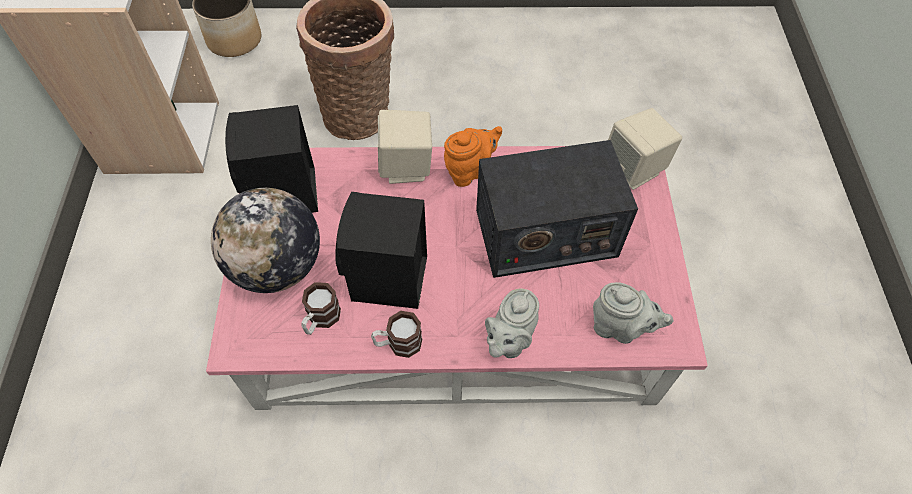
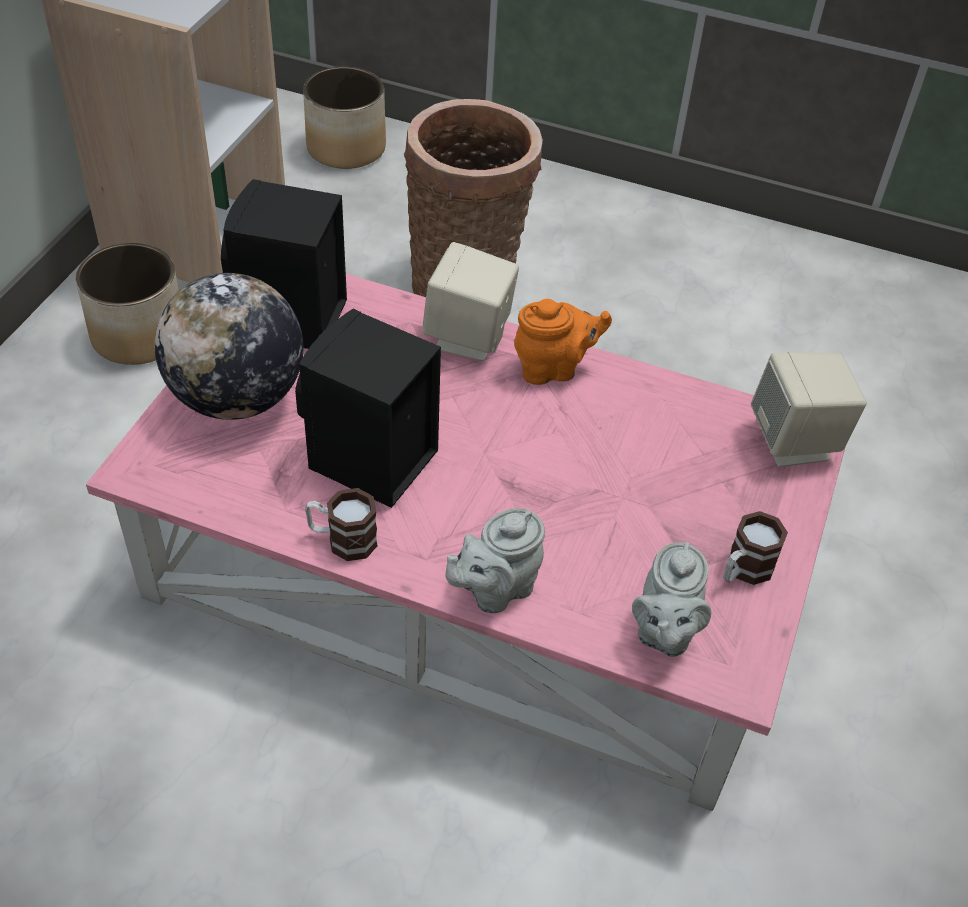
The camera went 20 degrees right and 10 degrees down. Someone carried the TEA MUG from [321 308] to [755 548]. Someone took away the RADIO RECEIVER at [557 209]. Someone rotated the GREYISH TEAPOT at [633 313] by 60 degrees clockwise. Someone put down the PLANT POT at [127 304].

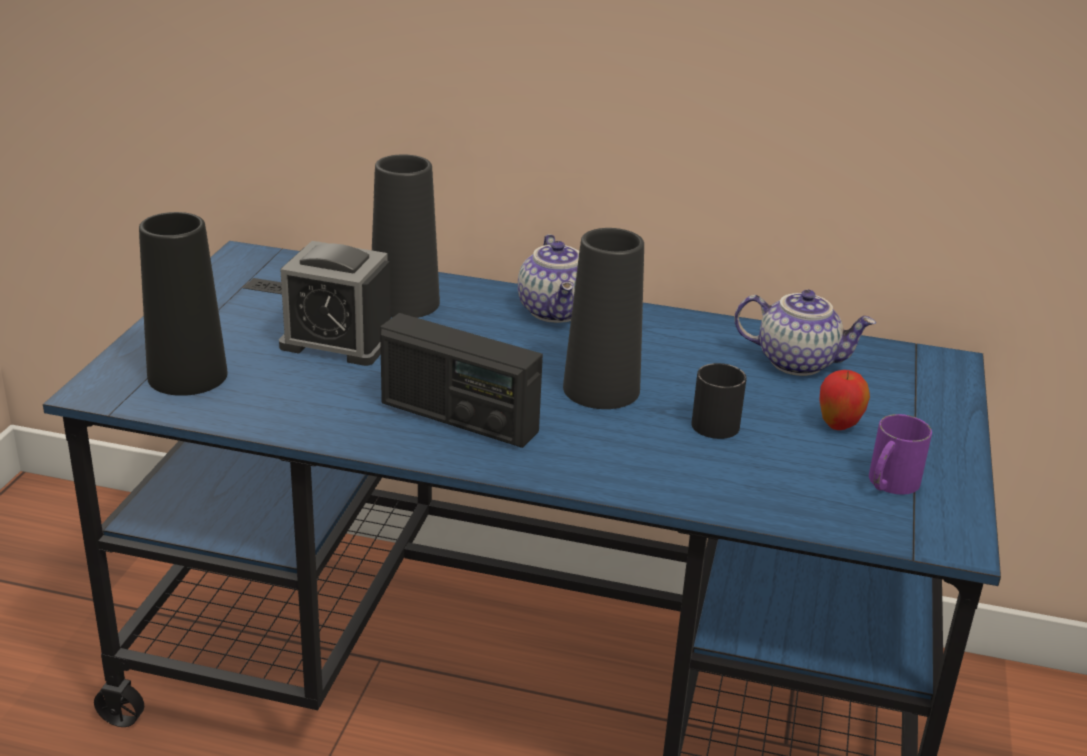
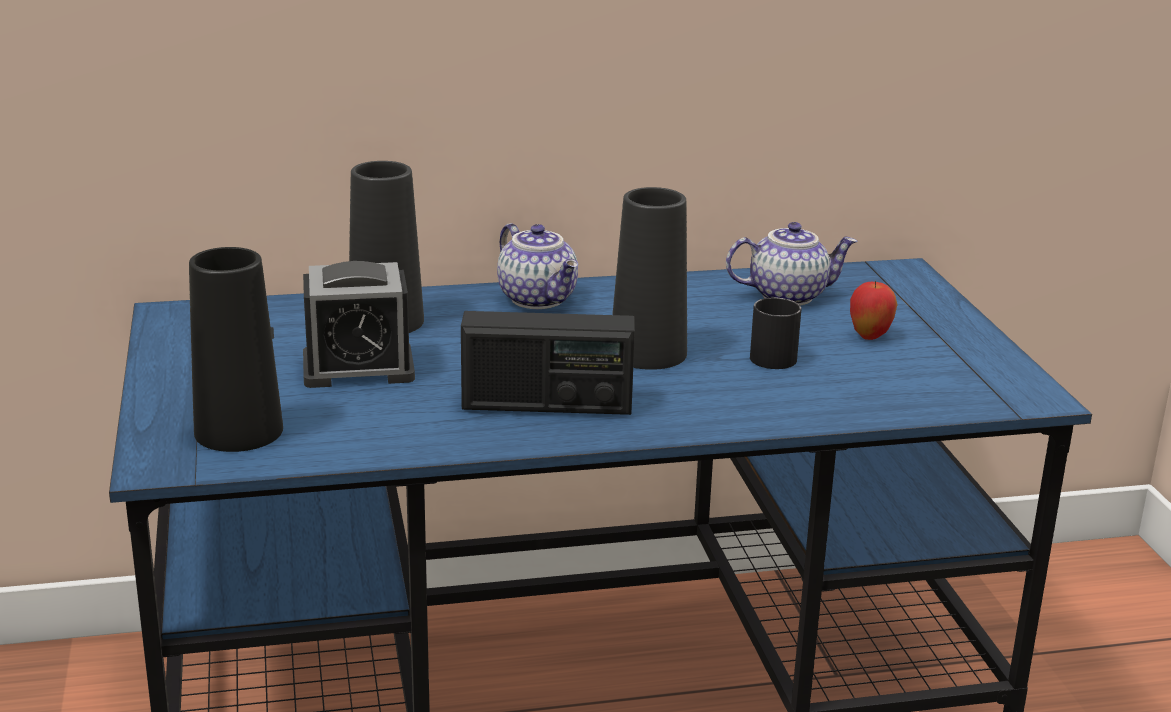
The camera went 25 degrees left and 5 degrees down. Someone took away the PURPLE TEA MUG at [900 454].

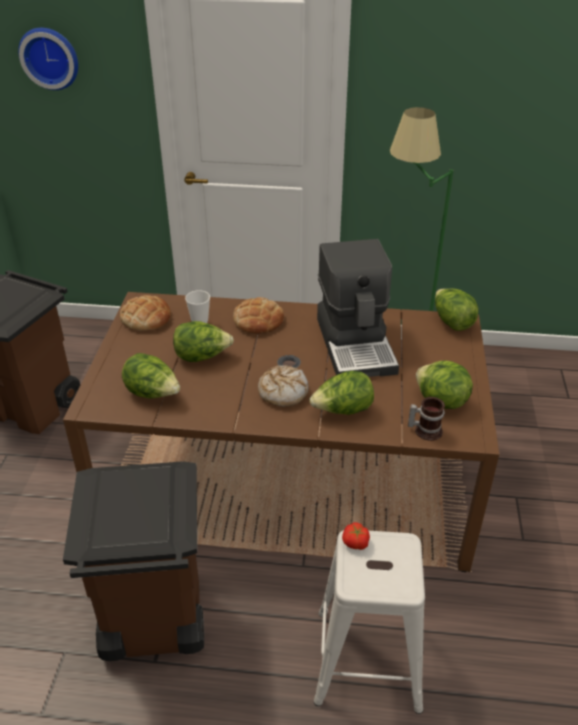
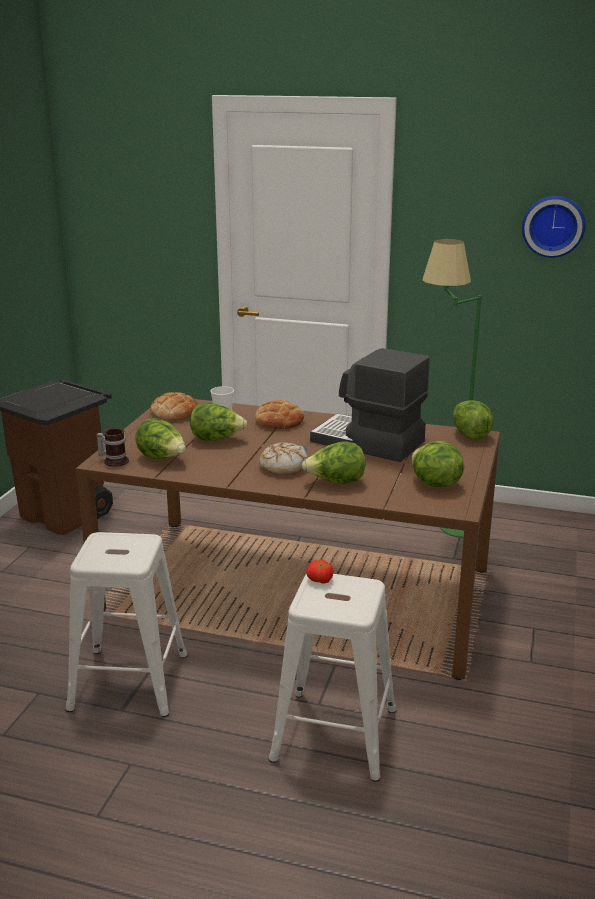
The camera went 10 degrees right and 15 degrees down. Someone carried the WALL CLOCK from [48 59] to [554 227]. Someone swapped the BROWNISH WASTE BIN at [133 561] for the WHITE-COLOURED STOOL SEAT at [127 624]. Someone rotated the COFFEE MACHINE at [358 308] by 120 degrees clockwise. Someone carried the TEA MUG from [426 419] to [112 447].

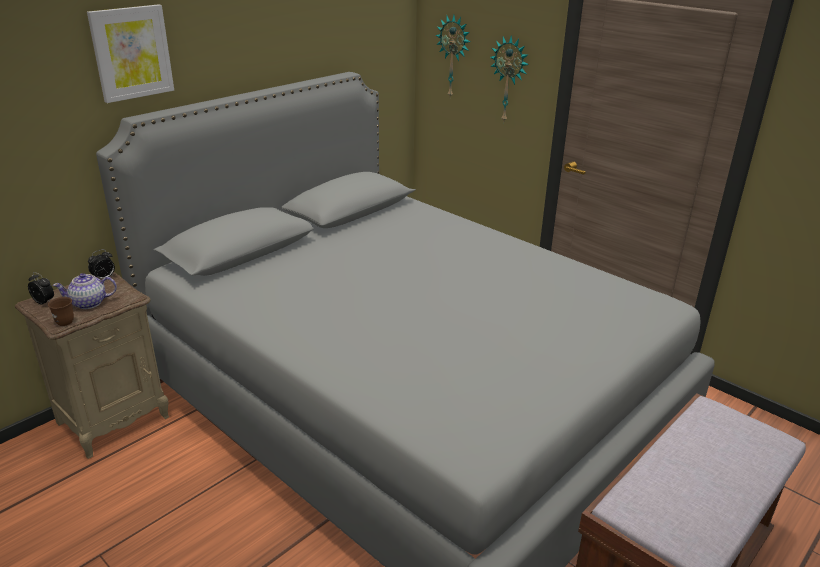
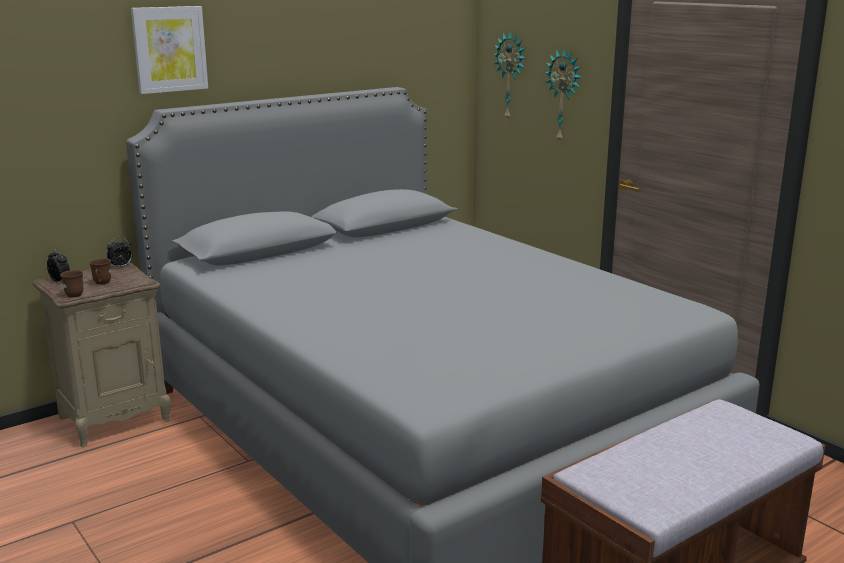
The camera went 10 degrees right and 10 degrees down. Someone swapped the TEAPOT at [85 291] for the BROWNISH TEA MUG at [100 271].

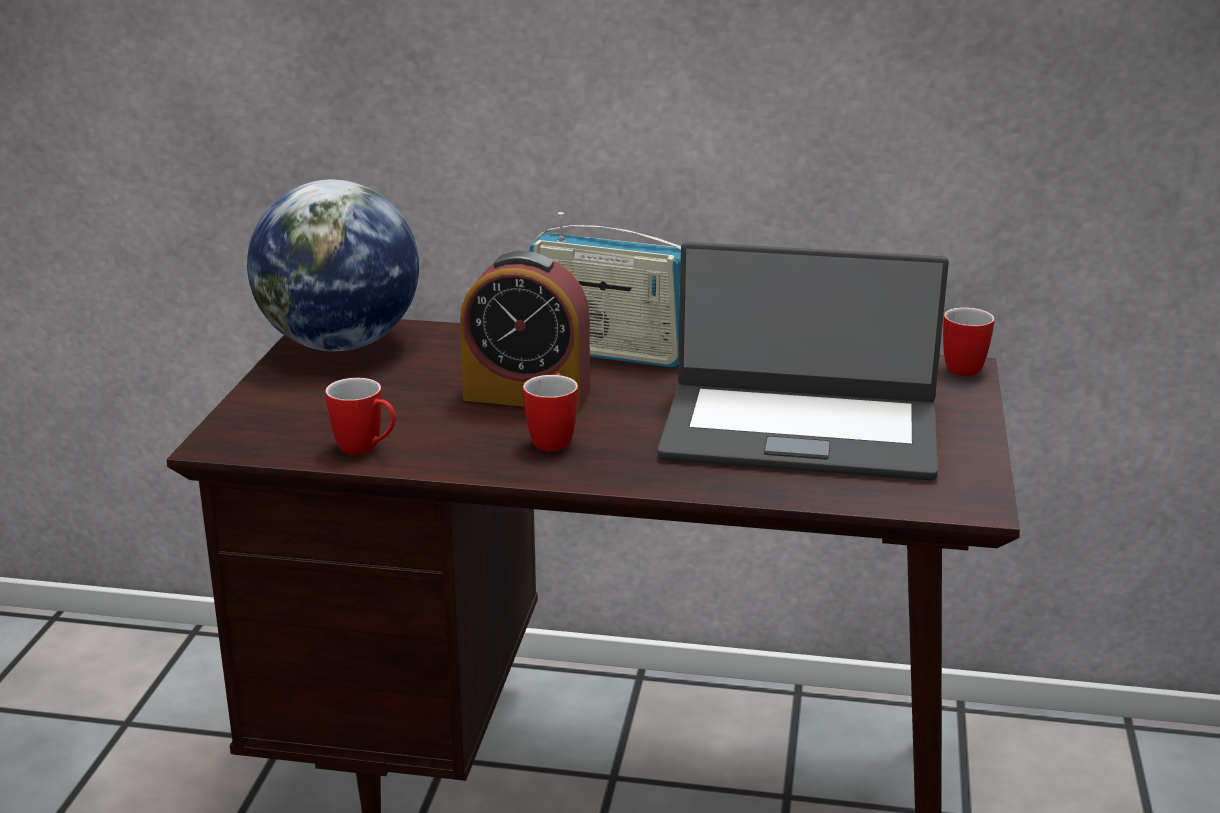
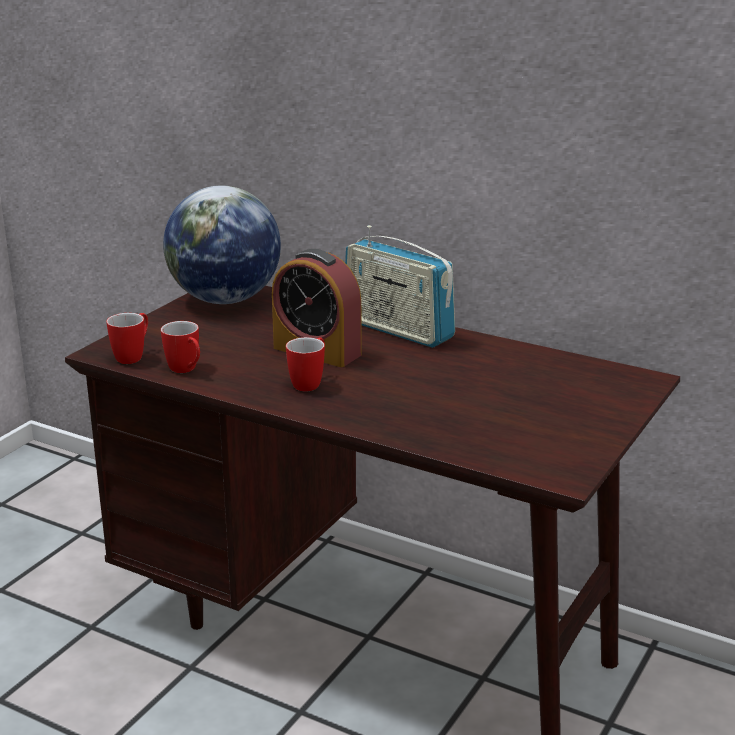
The camera went 20 degrees right and 0 degrees up. Someone took away the NOTEBOOK COMPUTER at [803 361]. Someone carried the TEA MUG from [969 341] to [127 338].

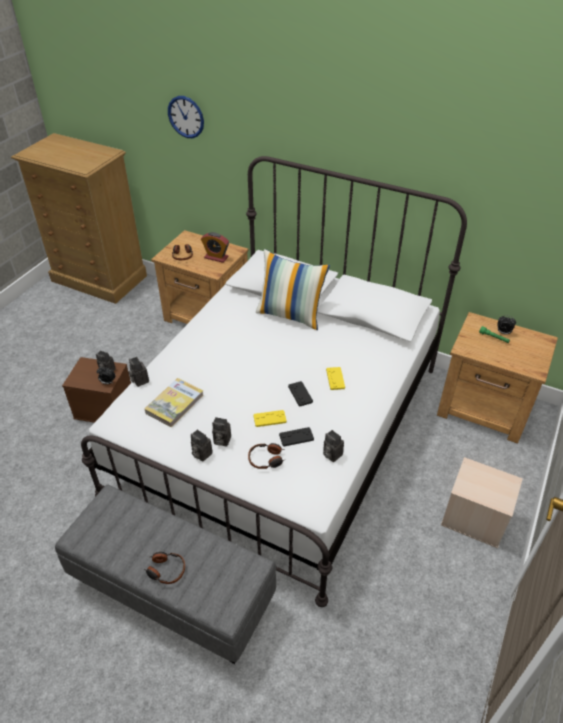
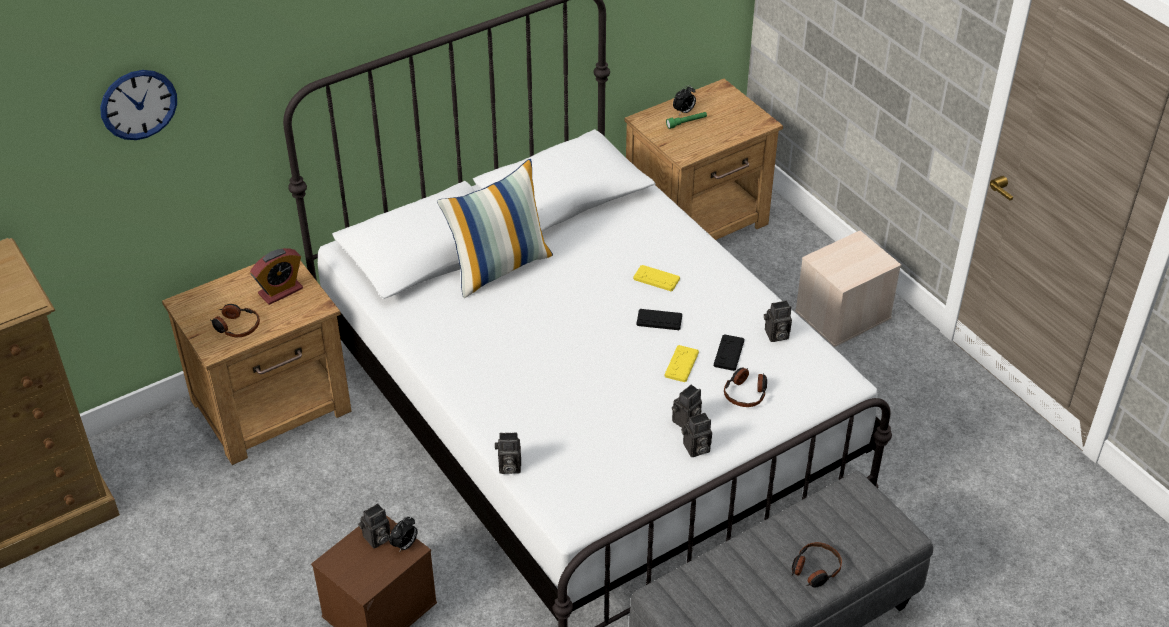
The camera went 60 degrees left and 0 degrees up. Someone took away the BOOK at [174 402].

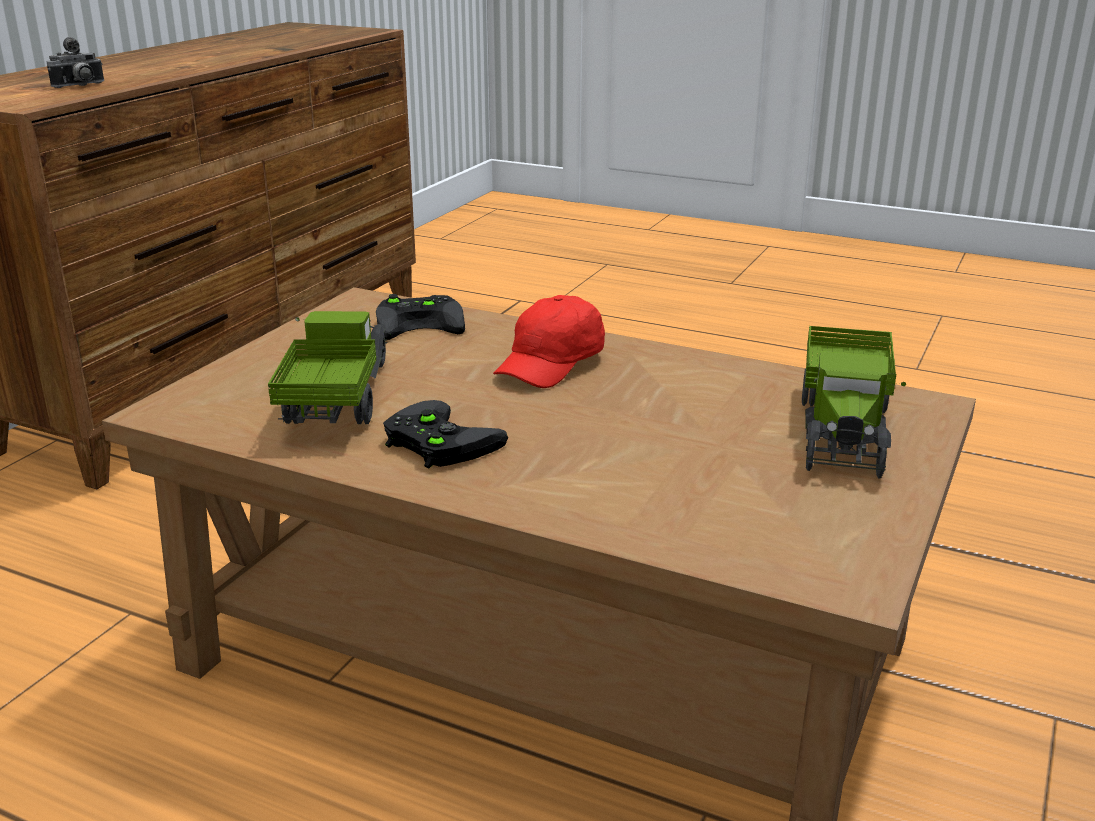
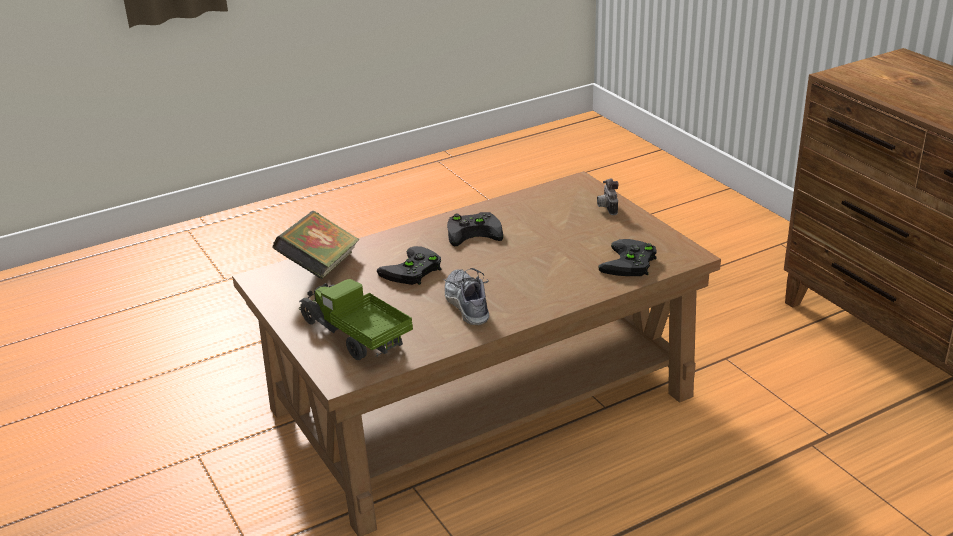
The camera went 125 degrees right and 5 degrees up. Someone carried the PHOTO CAMERA from [75 62] to [608 197]. Someone took away the TOY LORRY at [327 367]. Someone took away the REDDISH PEAKED CAP at [549 341]. Someone put down the BOOK at [316 245]. Someone put down the BLACKISH JOYPAD at [409 265]. Someone put down the ITEM OF FOOTWEAR at [466 296].

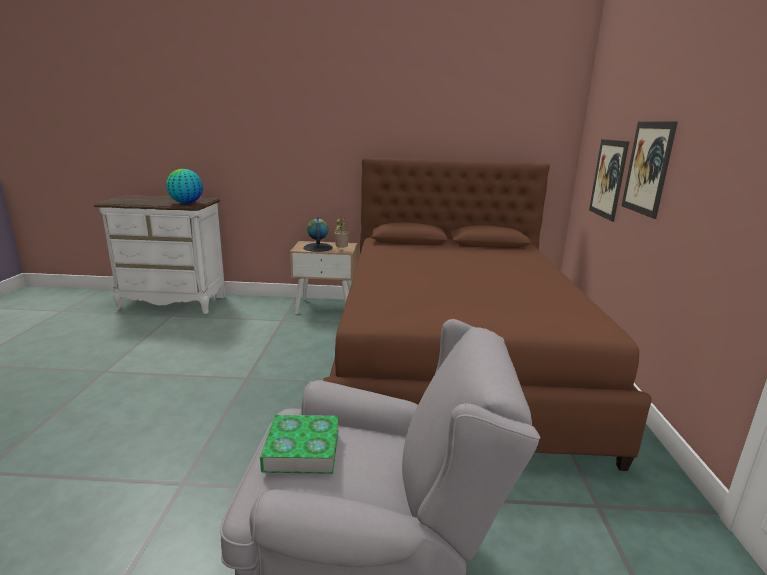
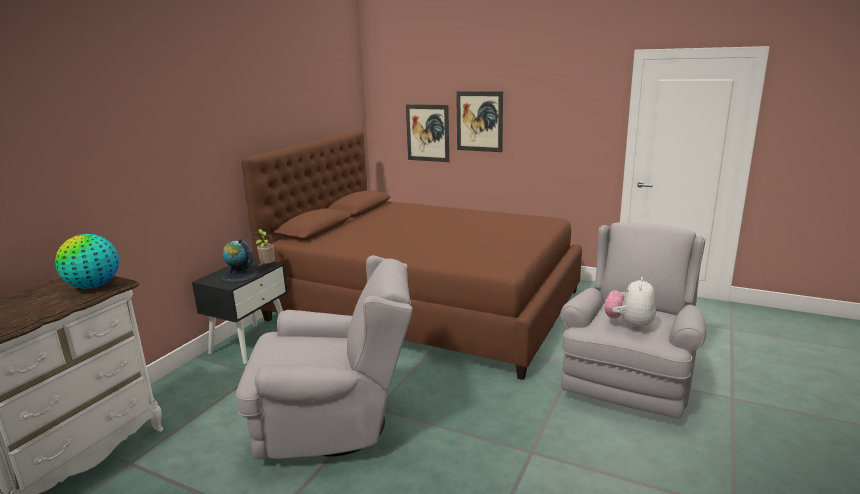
The camera went 65 degrees left and 0 degrees up. Someone swapped the BOOK at [299 444] for the CUDDLY TOY at [630 303]. Someone repainted the BEIGE NIGHT TABLE at [323 277], which became the BLACKISH NIGHT TABLE at [240 311]. Someone put down the GREYISH ARMCHAIR at [324 357].

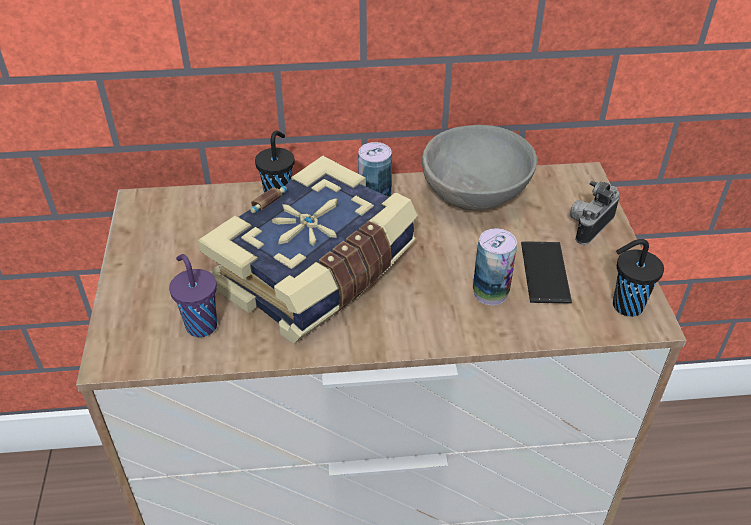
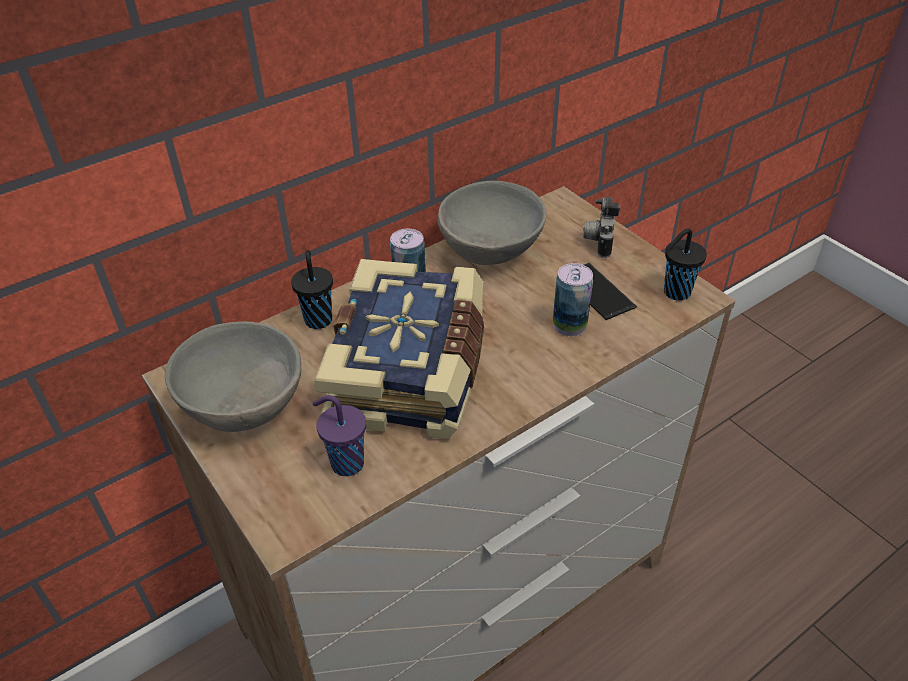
The camera went 30 degrees left and 0 degrees up. Someone put down the GREYISH SERVING BOWL at [233 376].

